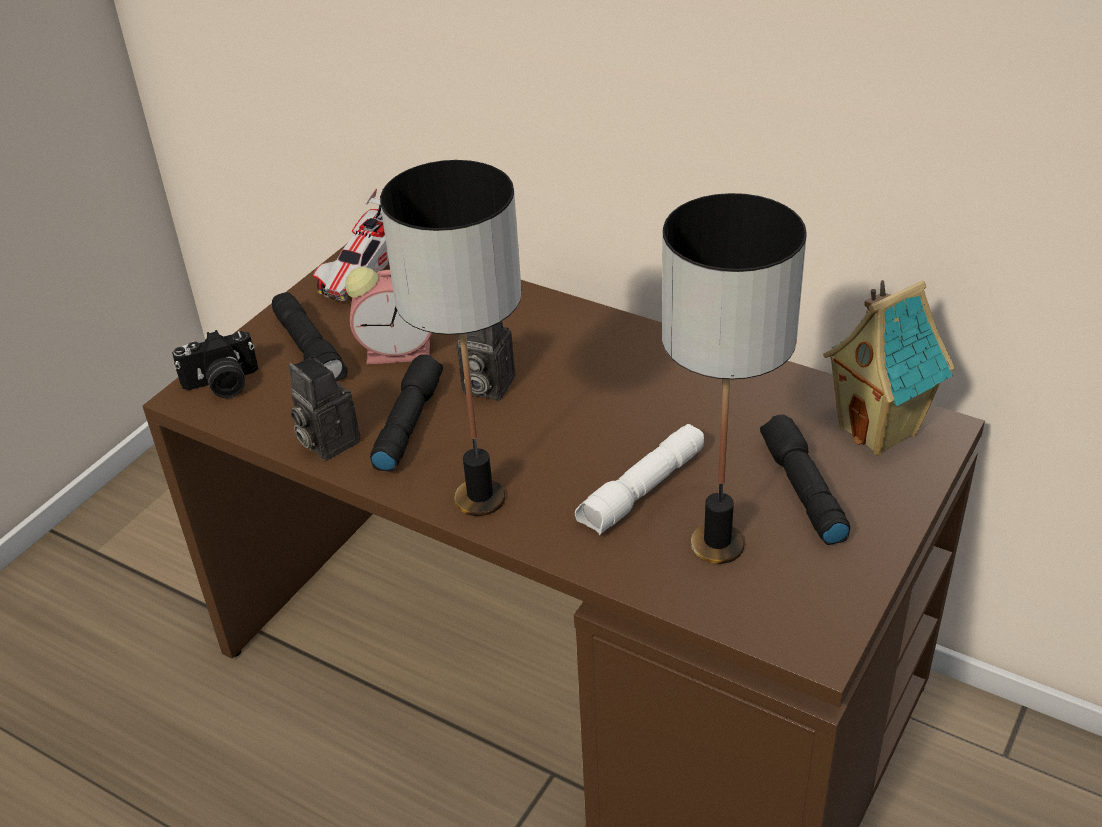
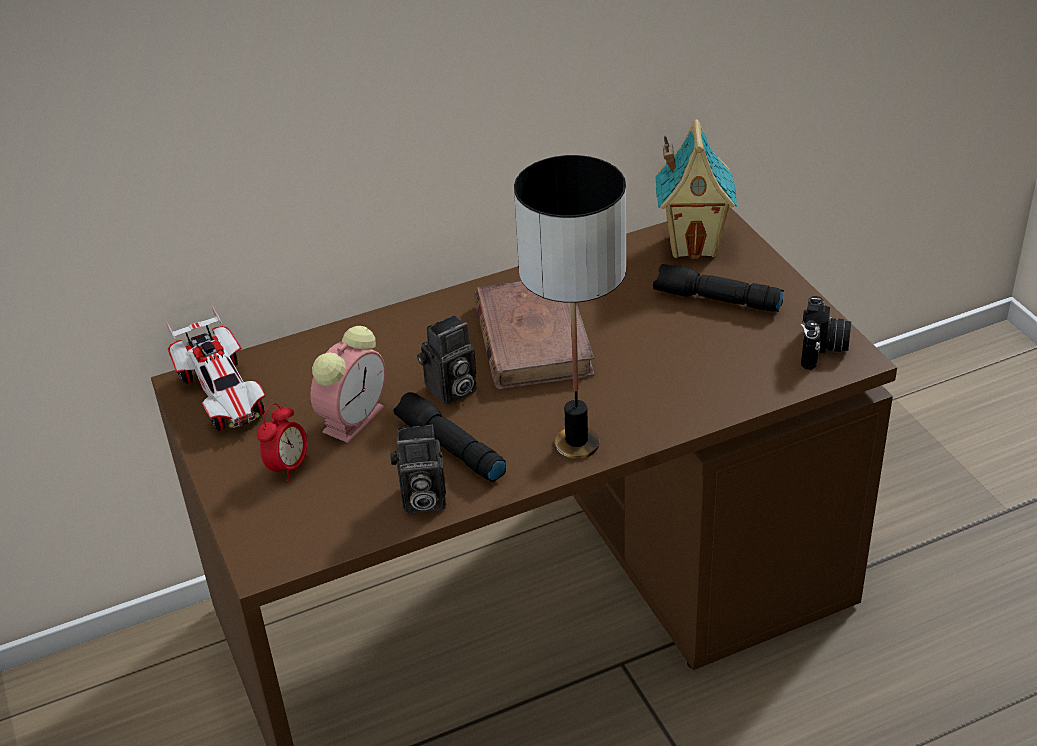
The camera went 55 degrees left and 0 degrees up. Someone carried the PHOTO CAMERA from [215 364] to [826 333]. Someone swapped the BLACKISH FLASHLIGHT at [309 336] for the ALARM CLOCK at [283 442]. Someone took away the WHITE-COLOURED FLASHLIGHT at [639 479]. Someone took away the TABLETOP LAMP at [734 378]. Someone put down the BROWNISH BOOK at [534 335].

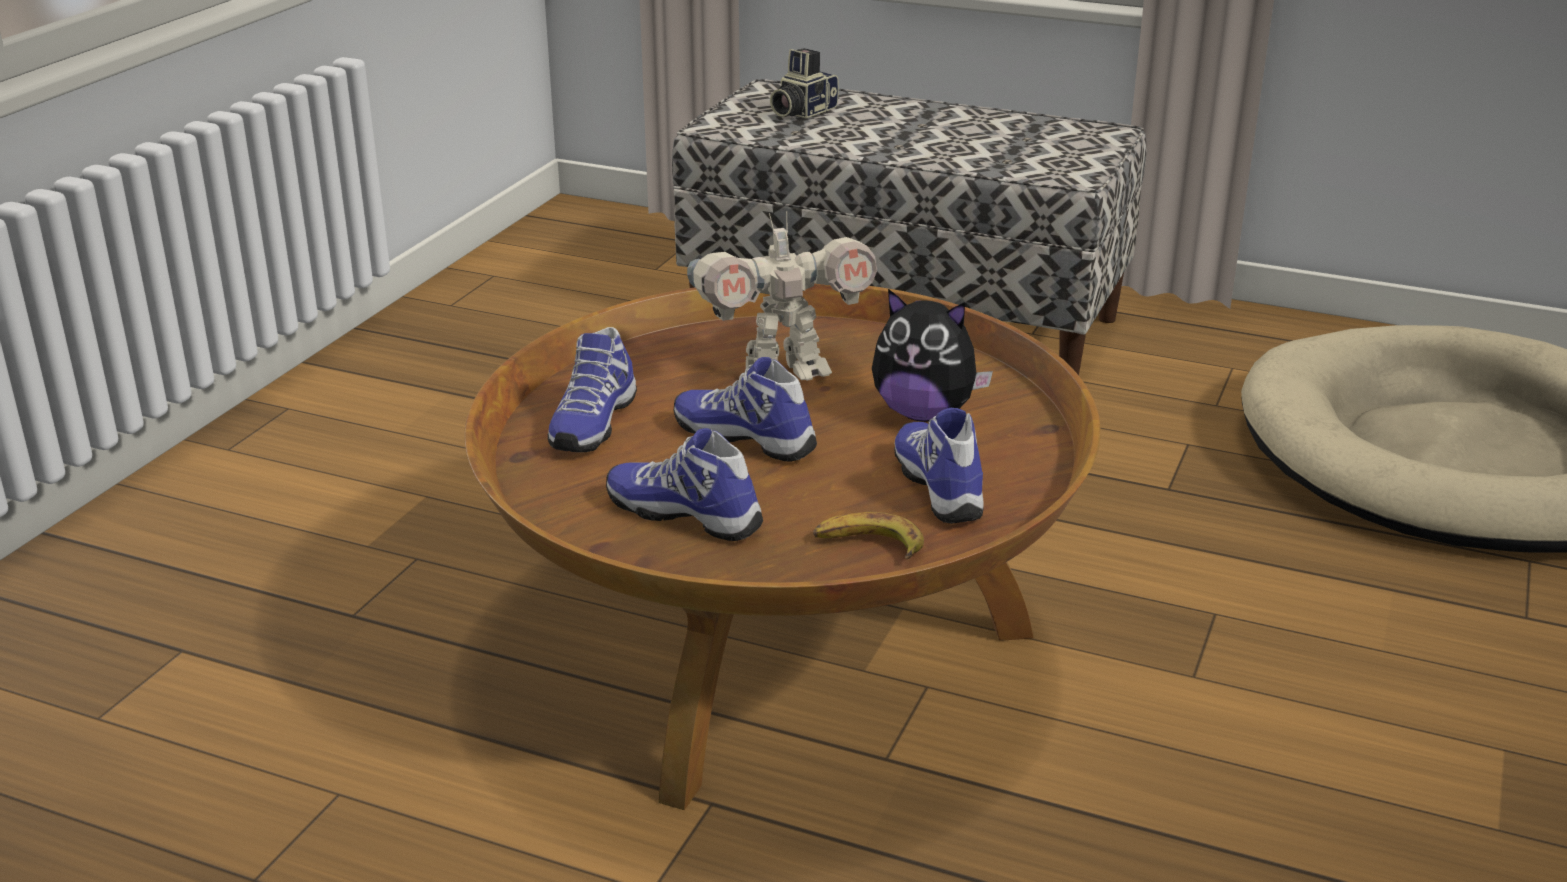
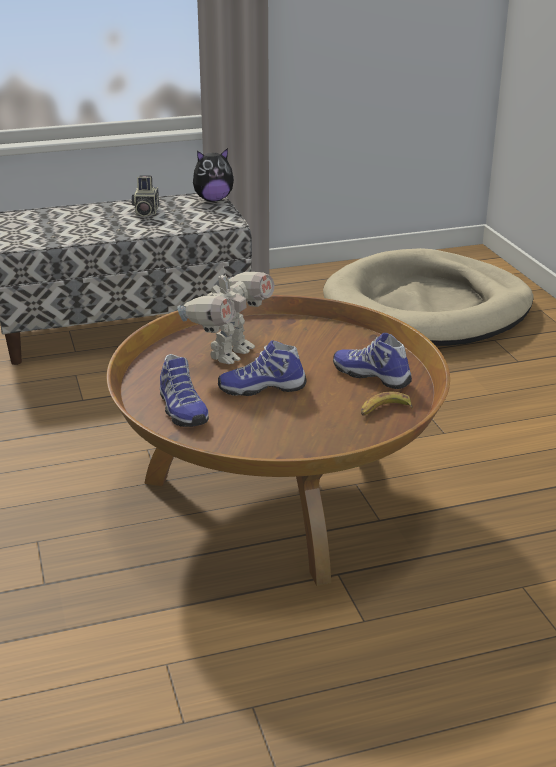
The camera went 40 degrees left and 0 degrees up. Someone took away the ITEM OF FOOTWEAR at [684 484]. Someone carried the PHOTO CAMERA from [804 83] to [145 196]. Someone carried the CUDDLY TOY from [932 355] to [213 175].

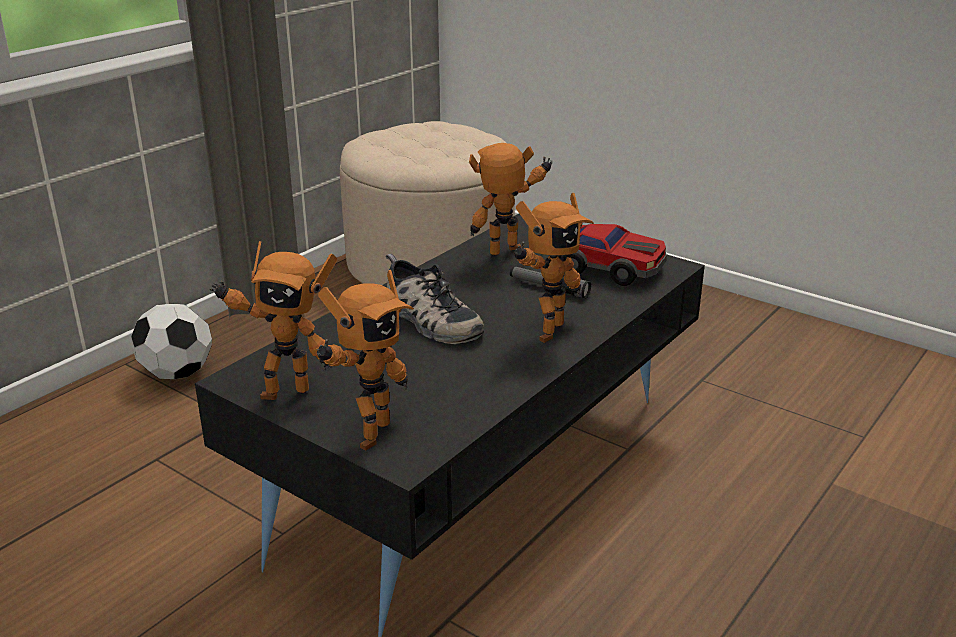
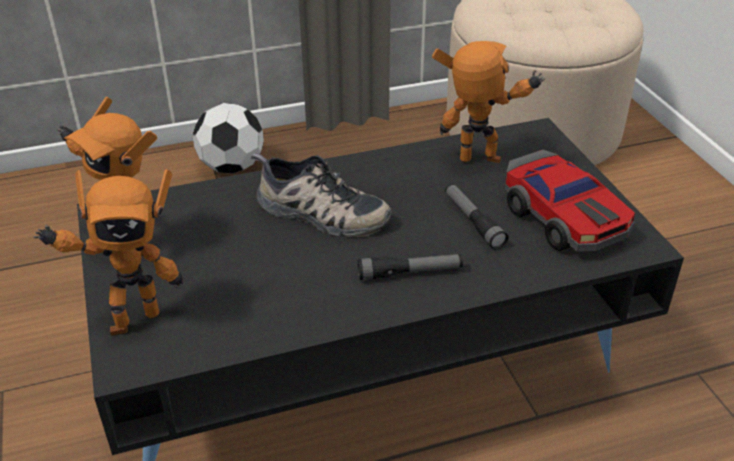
The camera went 35 degrees right and 10 degrees up. Someone rotated the ITEM OF FOOTWEAR at [435 299] by 60 degrees counterclockwise. Someone swapped the TOY ROBOT at [554 268] for the FLASHLIGHT at [410 267].

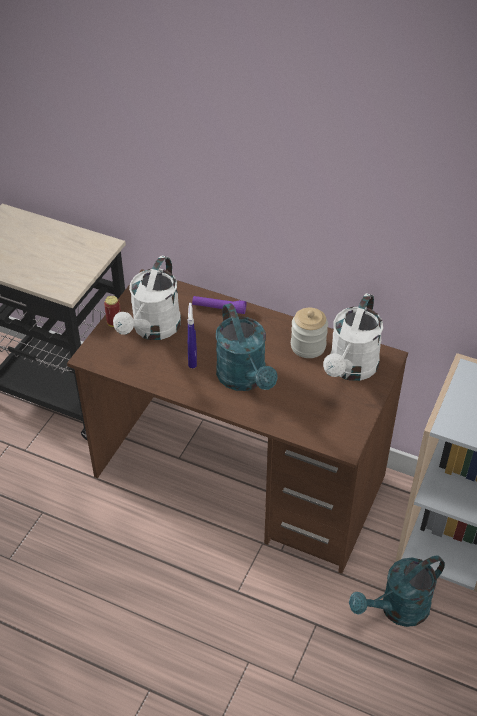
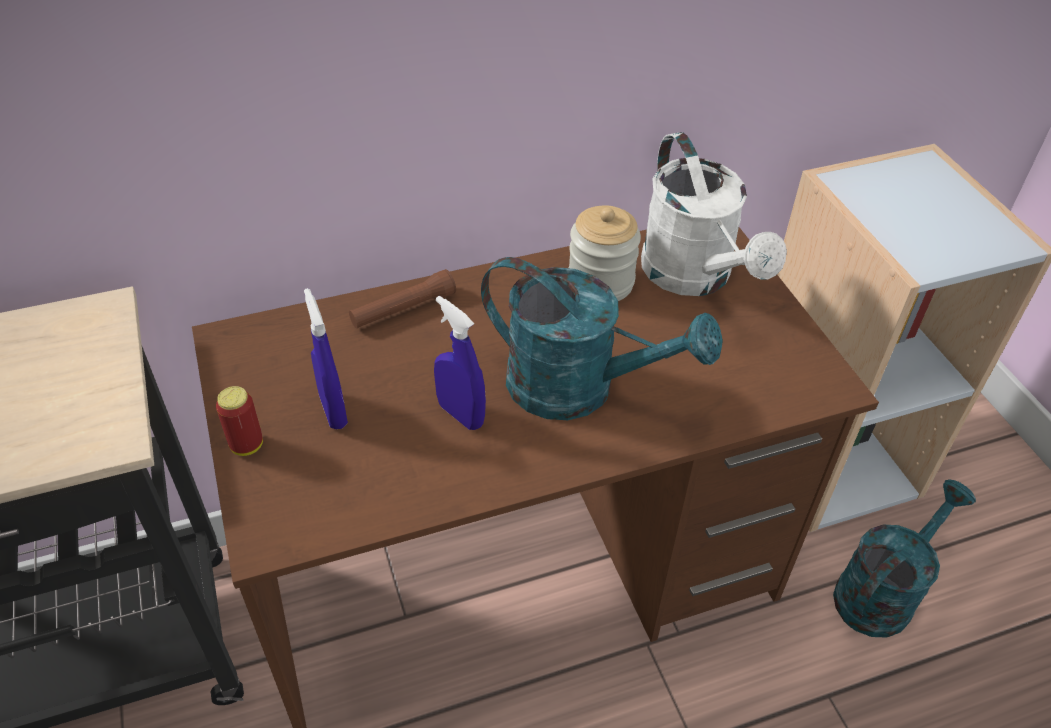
The camera went 45 degrees left and 0 degrees up. Someone swapped the WHITE-COLOURED SPRINKLING CAN at [147 298] for the BLUISH SPRAYER at [326 358]. Someone repainted the PURPLE FLASHLIGHT at [219 305], which became the BROWNISH FLASHLIGHT at [402 299]. Someone rotated the BLUE-GREEN SPRINKLING CAN at [397 591] by 150 degrees counterclockwise.

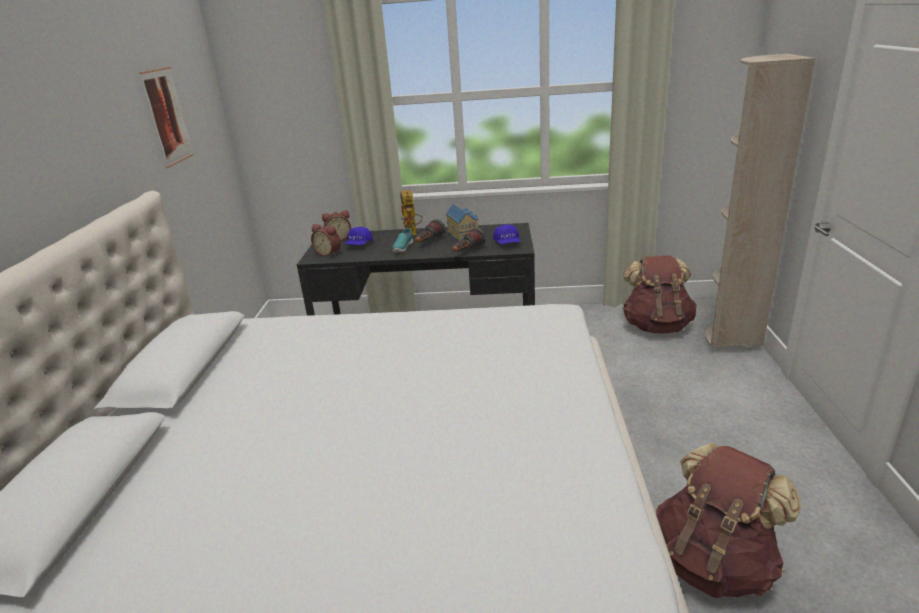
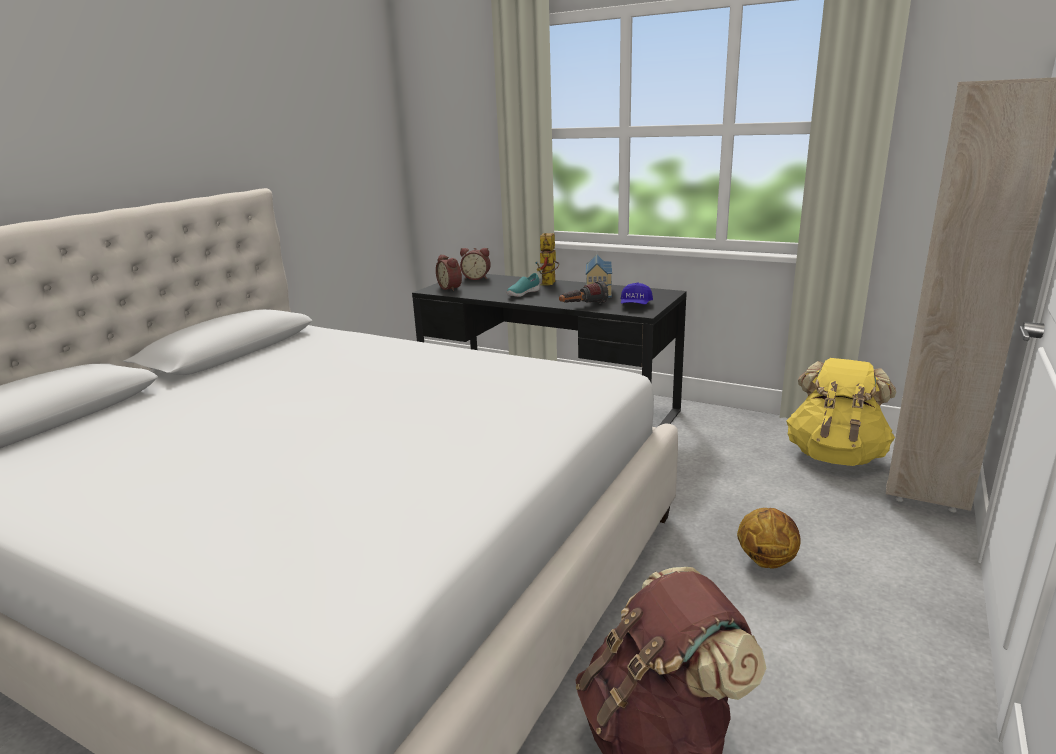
The camera went 25 degrees right and 5 degrees down. Someone took away the WALL ART at [166 117]. Someone took away the BLUISH PEAKED CAP at [358 236]. Someone took away the FLASHLIGHT at [430 231]. Someone repainted the BROWNISH KNAPSACK at [659 294], which became the YELLOW-COLOURED KNAPSACK at [841 412]. Someone put down the BASKETBALL BALL at [769 538].

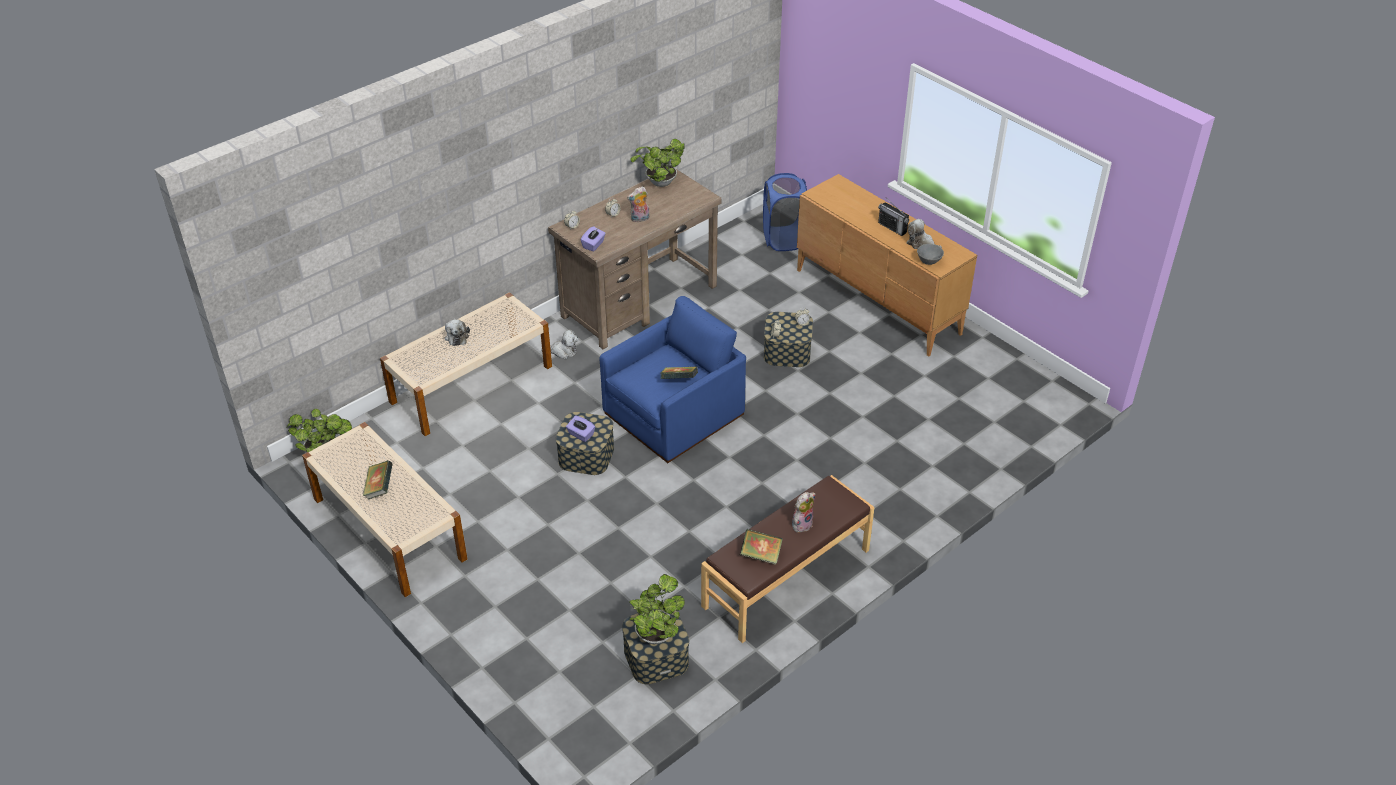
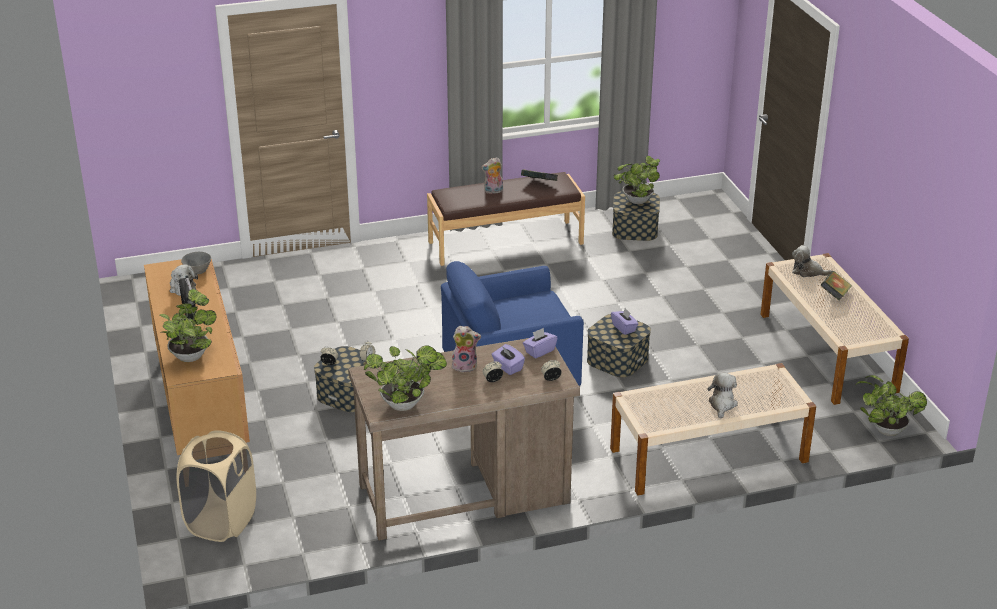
The camera went 155 degrees left and 10 degrees down. Someone carried the CUDDLY TOY from [560 344] to [812 261]. Someone took away the BOOK at [679 373]. Someone repainted the BLUISH LAUNDRY BASKET at [785 212], which became the BEIGE LAUNDRY BASKET at [216 486]. Someone put down the POTTED PLANT at [188 325]. Someone put down the PURPLE BOX OF TISSUES at [508 359].

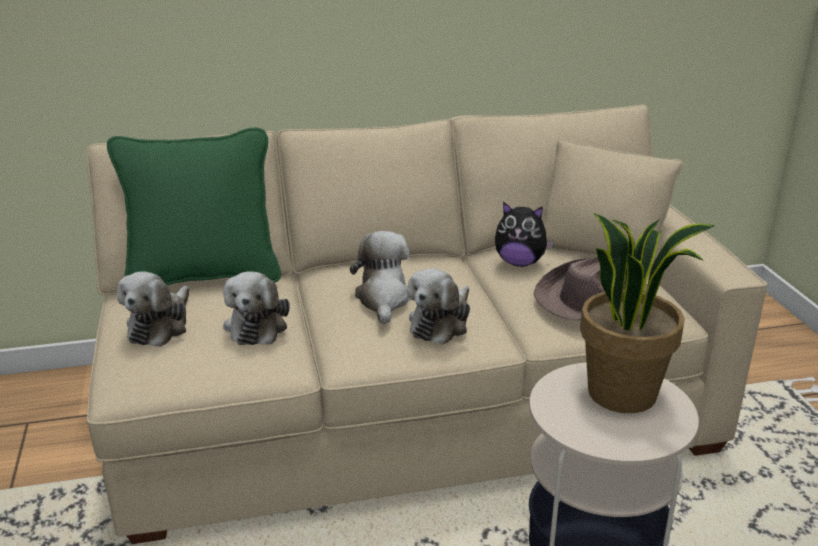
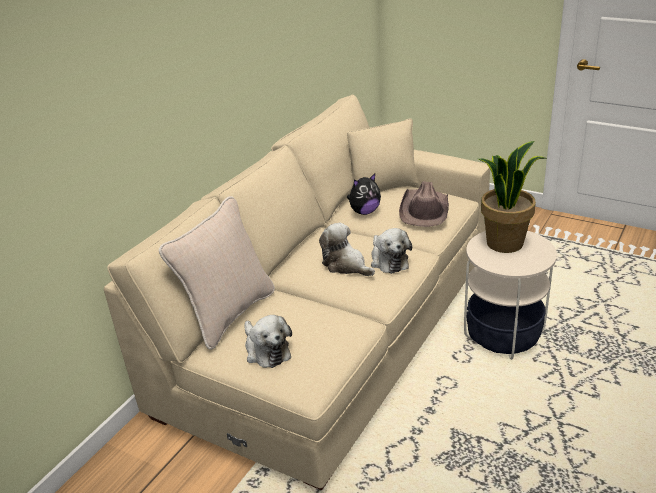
The camera went 45 degrees left and 5 degrees up. Someone repainted the GREEN CUSHION at [194 206], which became the BEIGE CUSHION at [217 273]. Someone took away the CUDDLY TOY at [256 308].

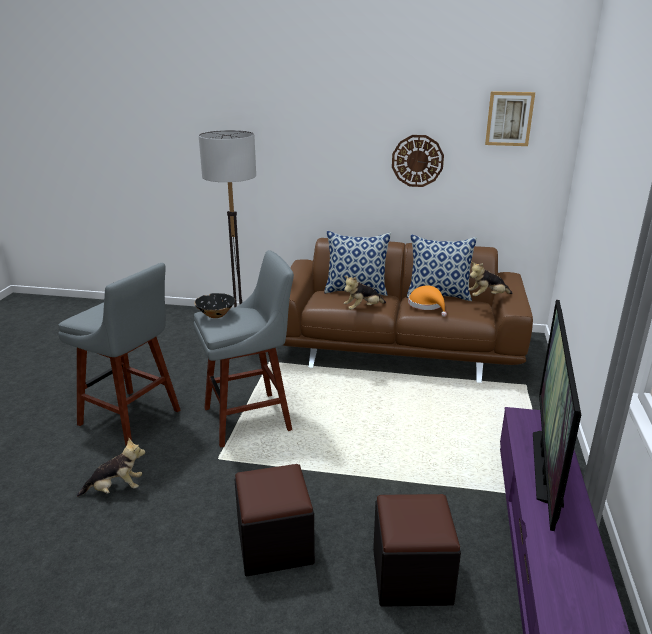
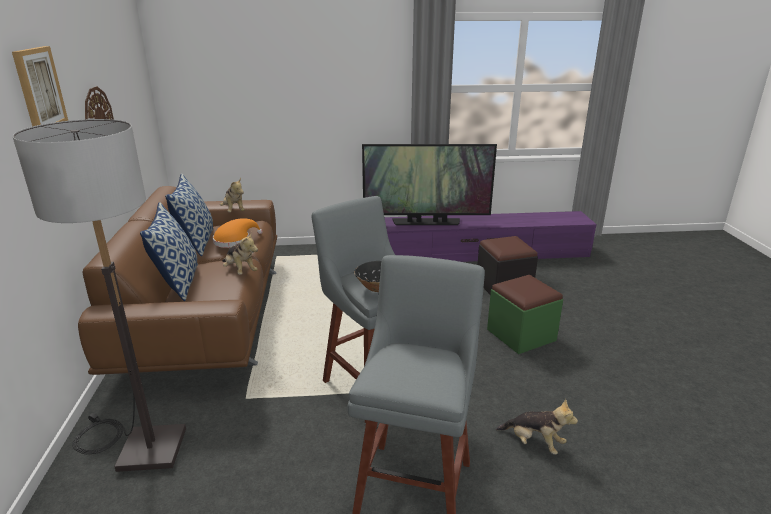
The camera went 105 degrees left and 0 degrees up. Someone rotated the CUDDLY TOY at [111 467] by 150 degrees clockwise. Someone repainted the BLACKISH OTTOMAN at [274 520], which became the GREEN OTTOMAN at [525 314]. Someone carried the WALL ART from [510 118] to [40 86].

